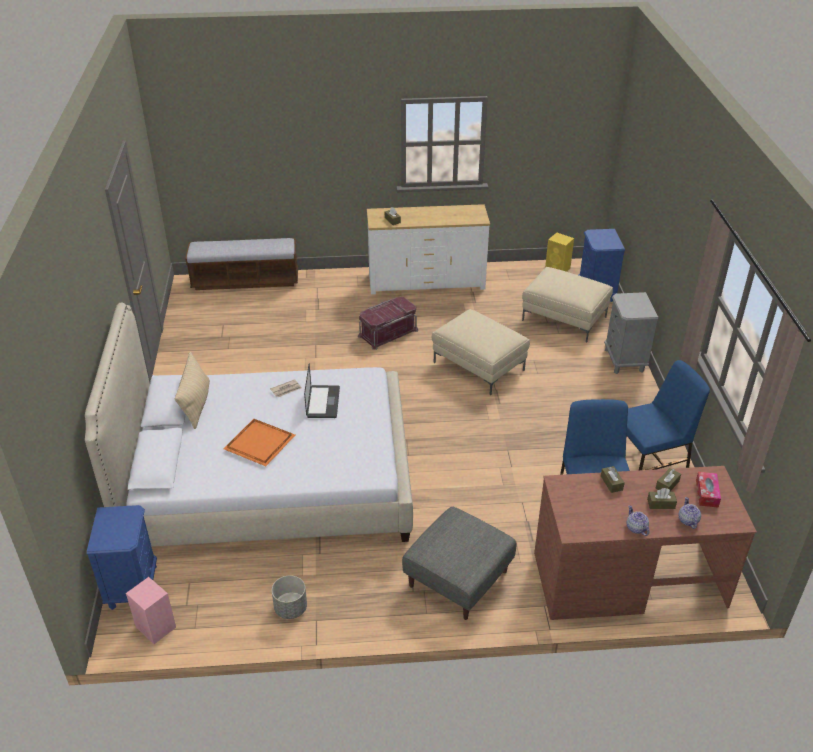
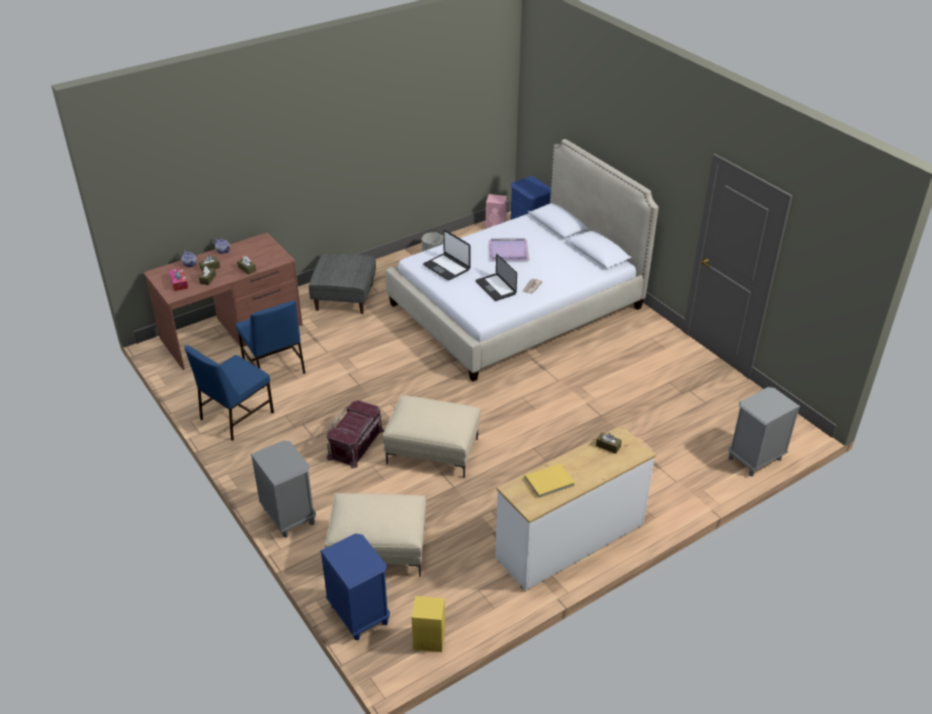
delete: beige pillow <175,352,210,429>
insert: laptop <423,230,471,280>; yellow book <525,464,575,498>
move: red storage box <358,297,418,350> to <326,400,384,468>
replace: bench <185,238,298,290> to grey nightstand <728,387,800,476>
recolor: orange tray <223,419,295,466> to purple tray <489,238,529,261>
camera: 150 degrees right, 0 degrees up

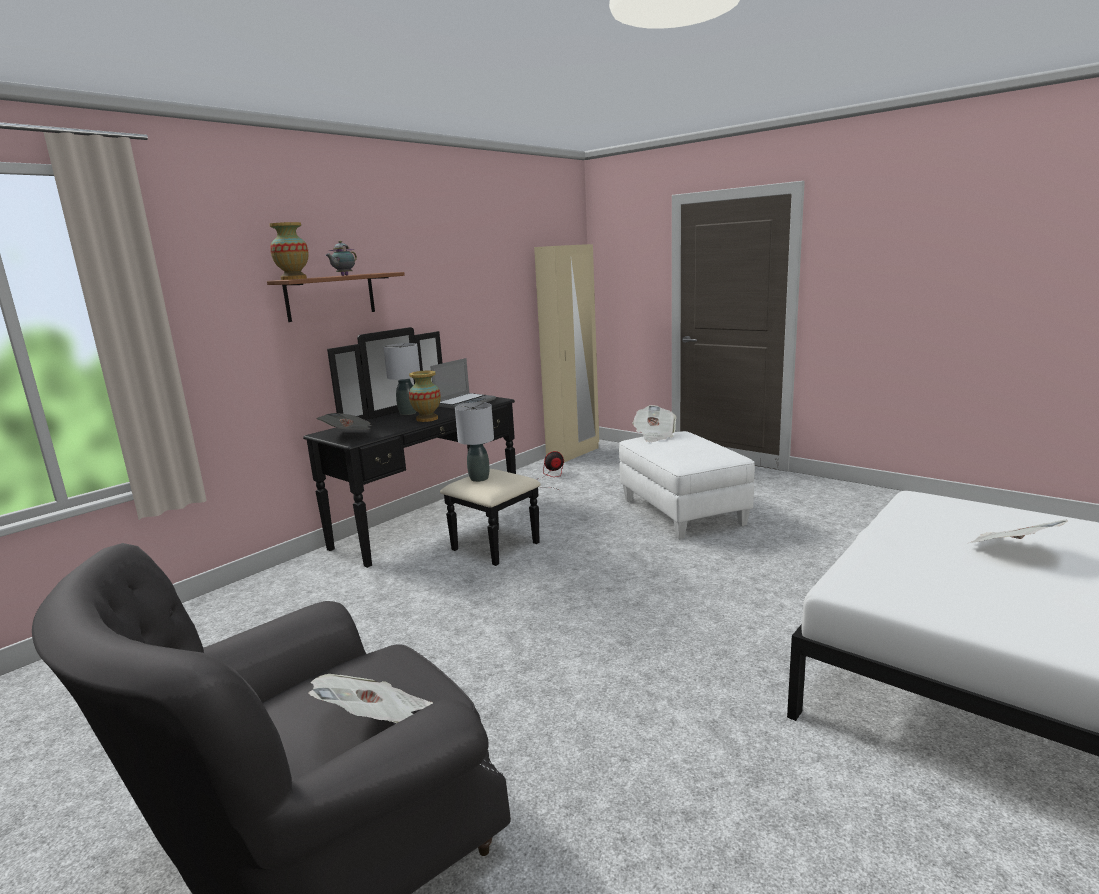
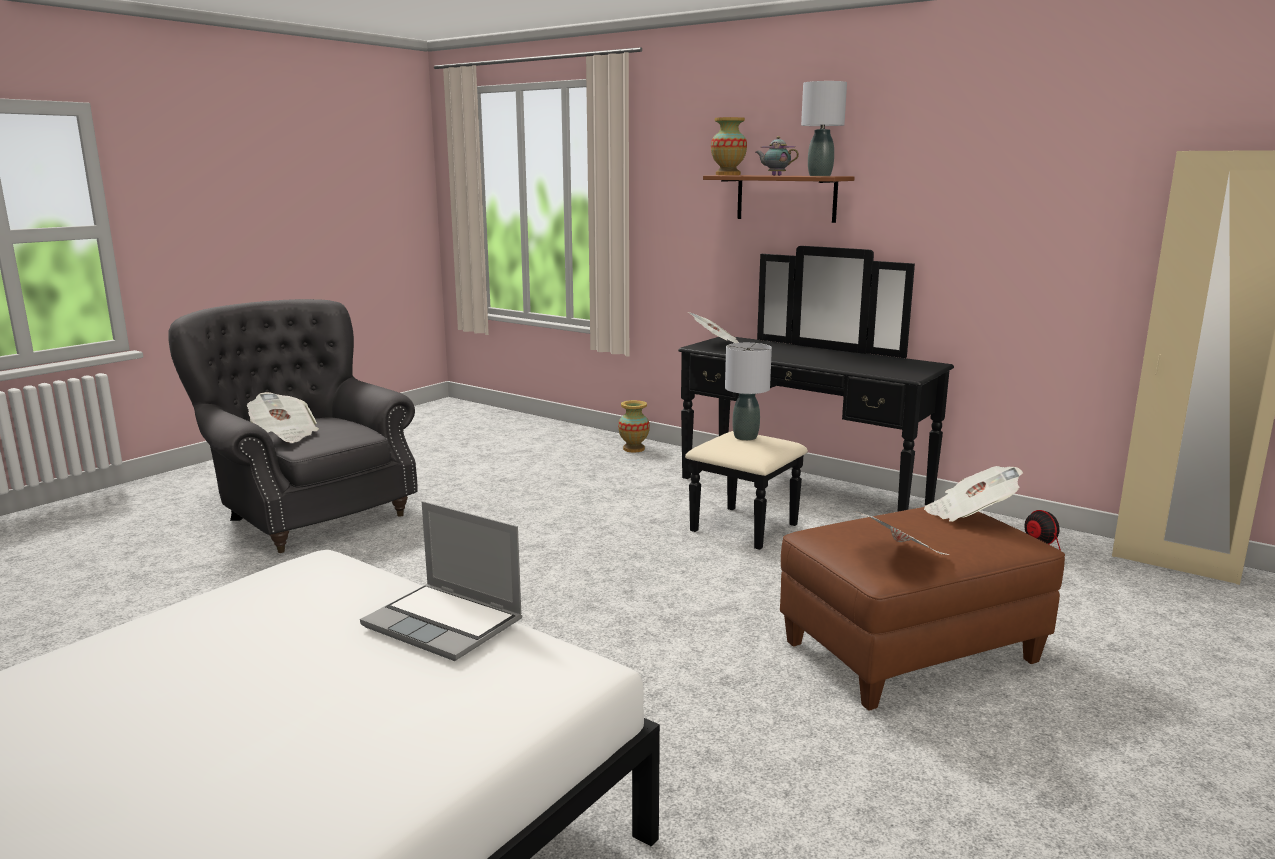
move: grey table lamp <383,343,420,415> to <801,81,847,176>; vase <409,371,441,422> to <618,400,650,452>; laptop <430,358,496,409> to <360,501,522,661>; newspaper <970,519,1068,543> to <857,512,949,555>
recolor: white ottoman <619,431,755,540> to brown ottoman <780,507,1065,711>
camera: 85 degrees right, 0 degrees up

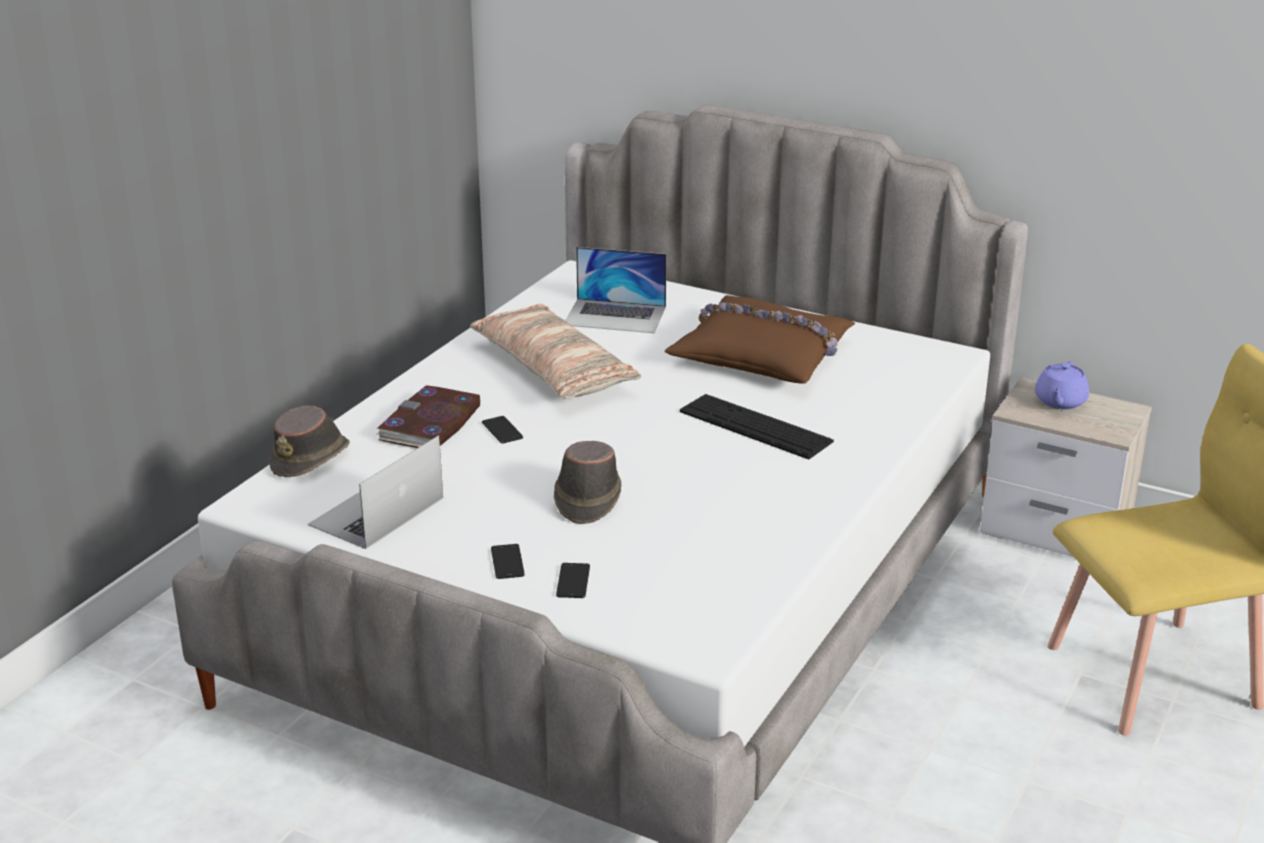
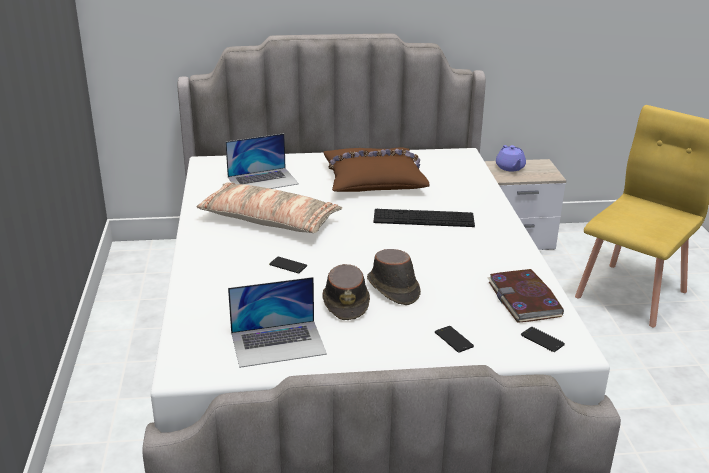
move: brown hat <269,406,350,477> to <322,264,370,320>; book <377,385,480,448> to <488,269,564,323>; phone <491,544,525,579> to <521,327,565,352>
rotate: laptop <308,435,443,549> = <228,277,327,368> 105 degrees counterclockwise
camera: 35 degrees left, 0 degrees up

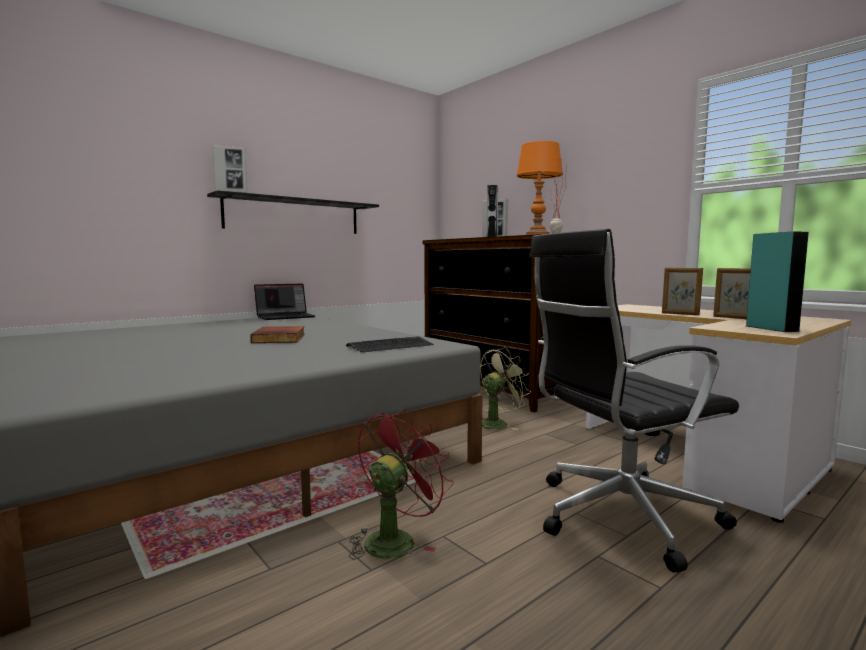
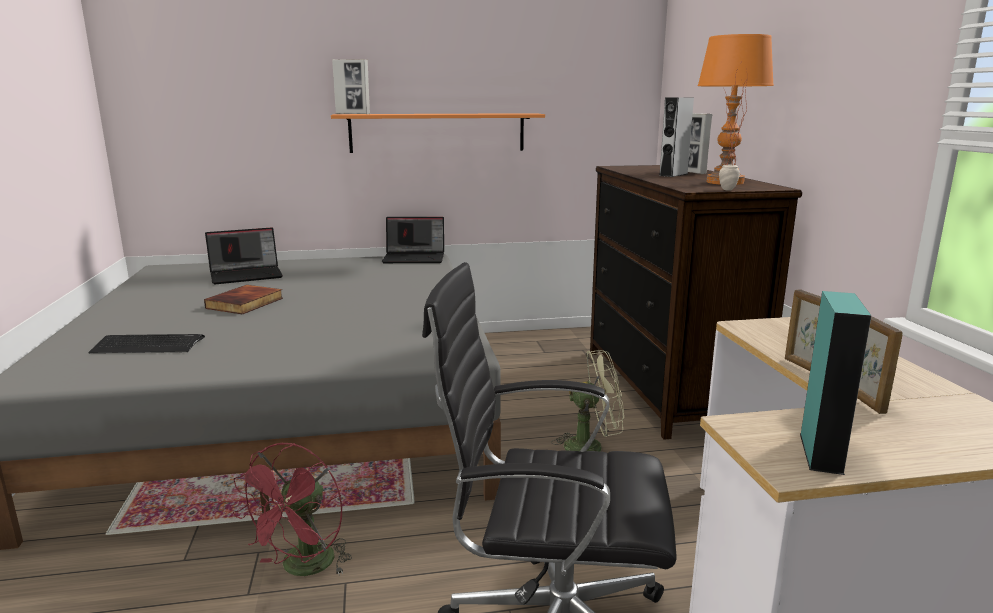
insert: laptop <205,227,283,284>
move: book <250,326,305,343> to <204,285,283,314>; keyboard <346,337,434,353> to <88,334,205,354>
recolor: black shelf <207,190,379,234> to orange shelf <331,113,545,153>
rotate: red fan <349,409,454,560> = <233,443,352,576> 135 degrees clockwise
camera: 30 degrees right, 10 degrees up

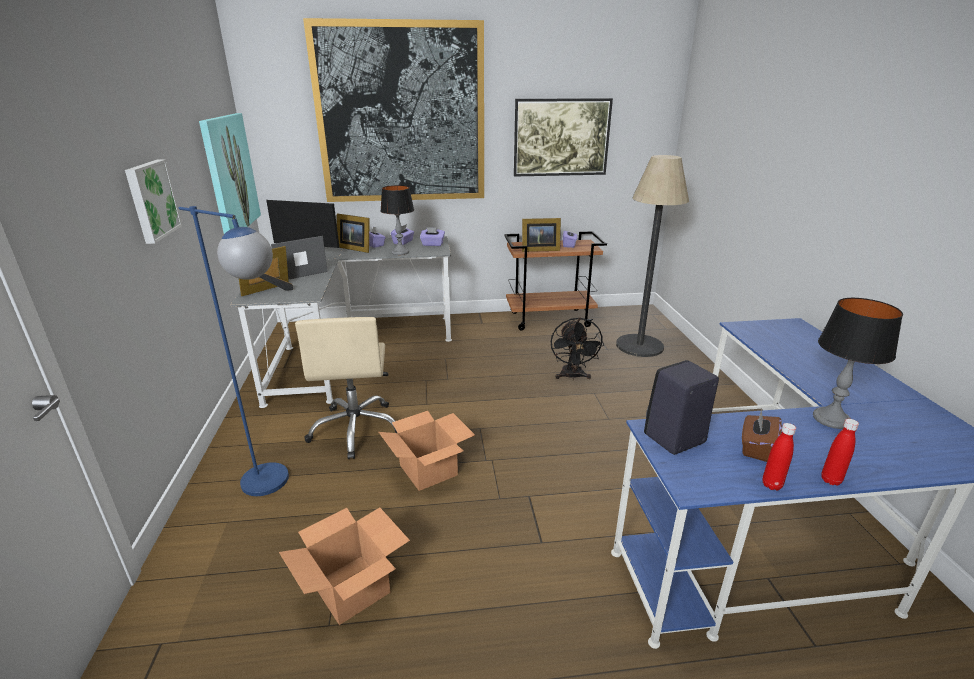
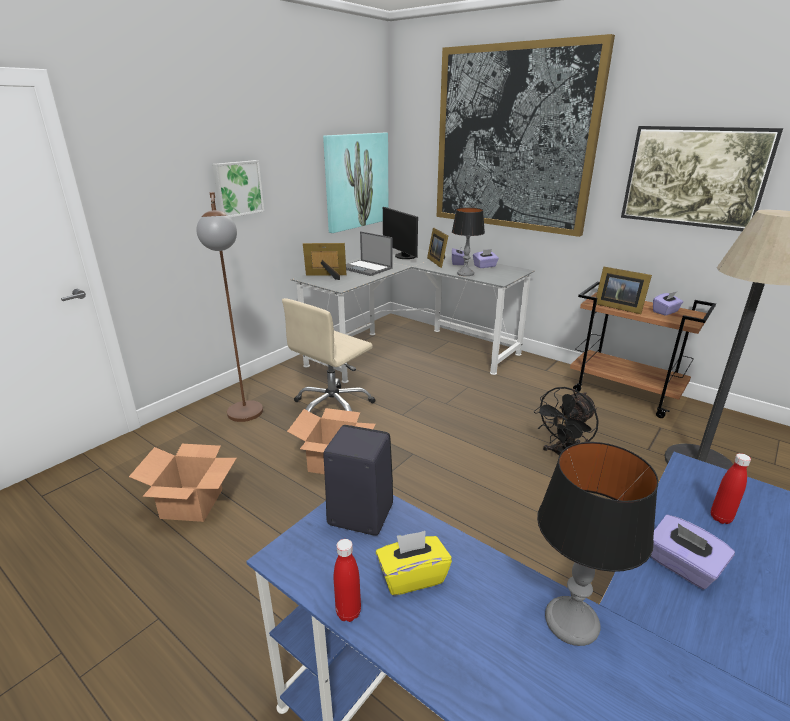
move: purple tissue box <420,227,445,246> to <651,515,735,589>; red bottle <821,419,859,486> to <711,453,751,524>
recolor: blue floor lamp <179,206,289,496> to brown floor lamp <196,192,263,422>; brown tissue box <742,409,782,462> to yellow tissue box <376,531,452,596>
rotate: laptop <271,236,328,280> = <346,231,392,276> 150 degrees counterclockwise
camera: 45 degrees right, 0 degrees up

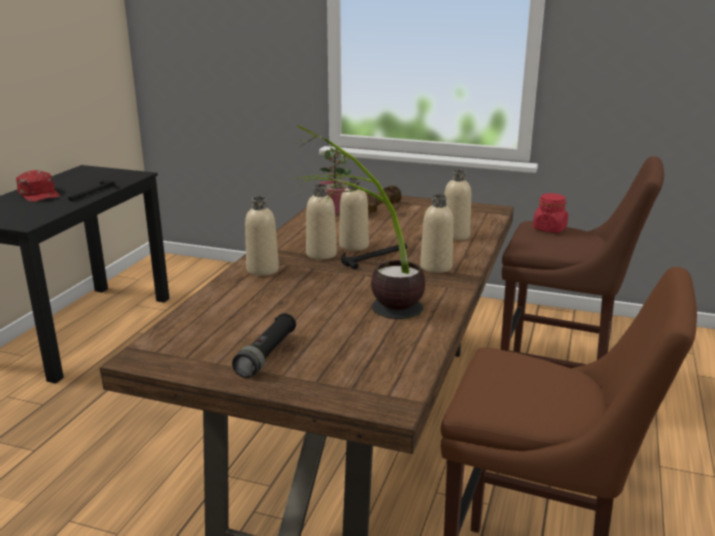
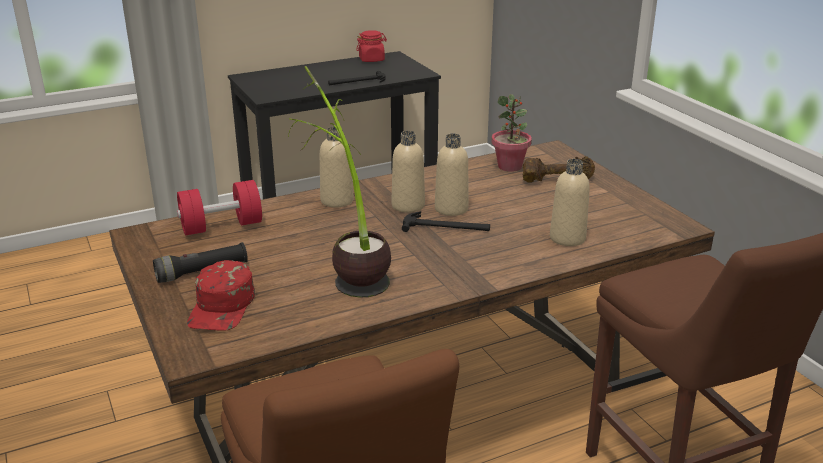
delete: beige bottle <420,194,453,273>
insert: red dumbbell <177,180,262,235>
move: red cap <16,170,60,202> to <187,260,255,330>; red jar <533,193,568,233> to <356,30,387,62>
camera: 45 degrees right, 5 degrees up

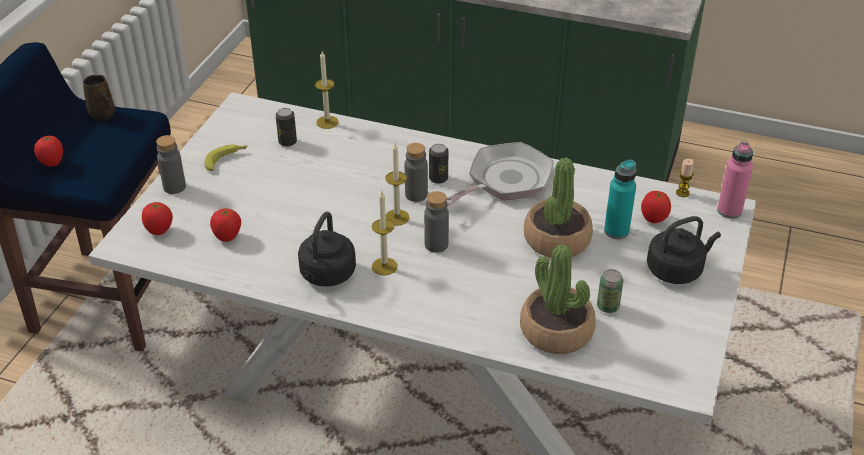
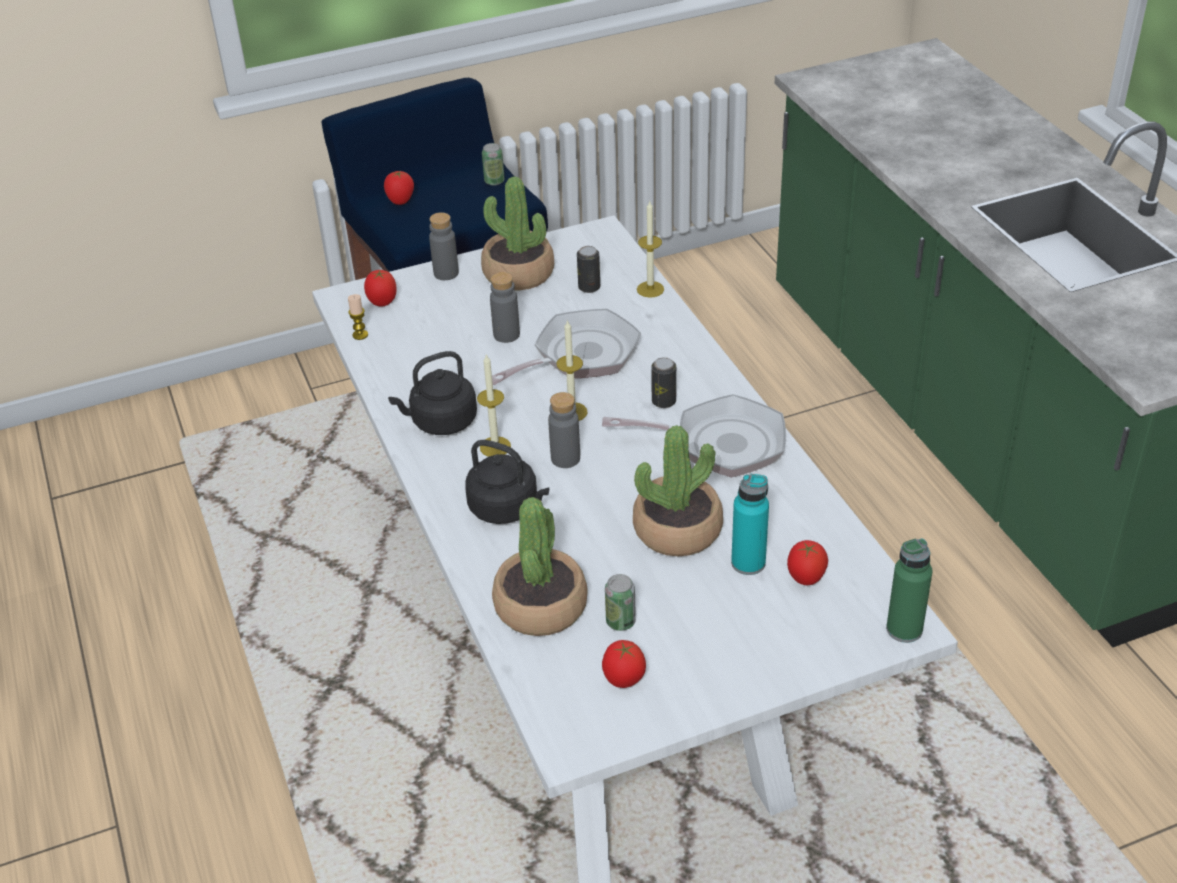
insert: frying pan <492,309,641,385>
move: tomato <210,208,241,242> to <602,640,646,688>; grey bottle <405,143,428,202> to <490,272,520,343>; black kettle <647,216,721,284> to <465,440,549,524>; candle <676,159,694,197> to <348,294,368,340>
replace: brown mug <83,75,115,121> to can <482,143,505,186>; banana <205,145,248,171> to potted plant <481,176,554,290>
recolor: pink bottle <717,141,753,219> to green bottle <886,538,933,643>
camera: 50 degrees right, 0 degrees up

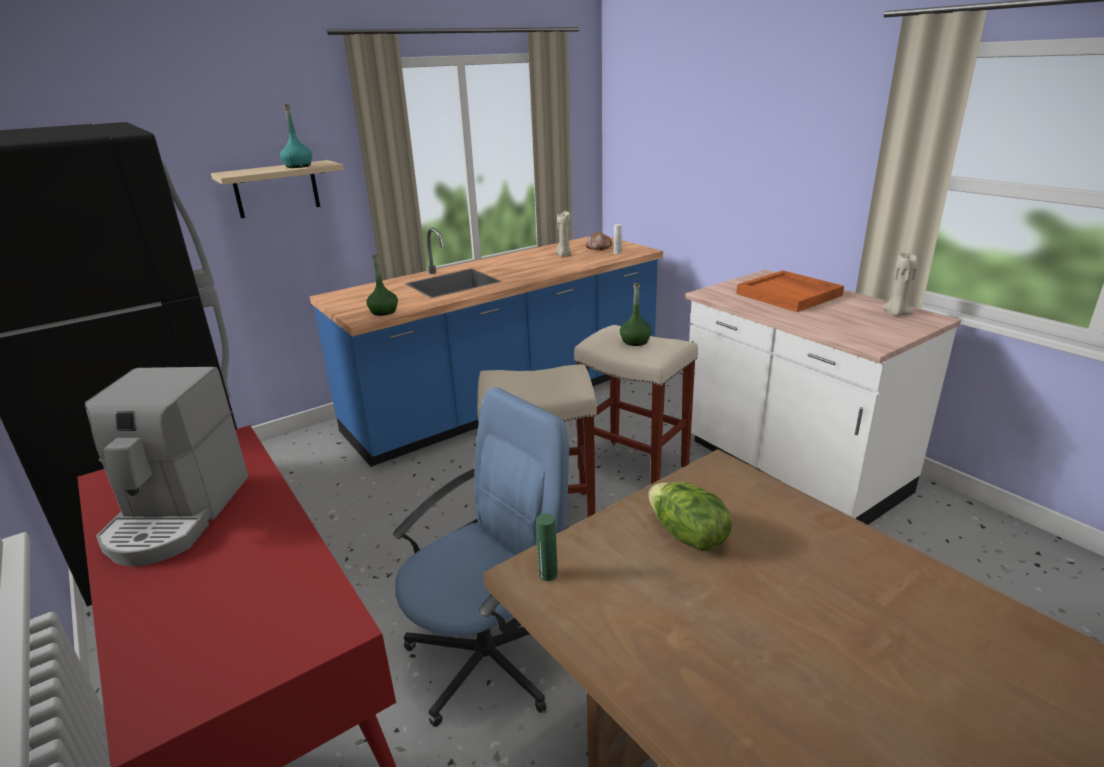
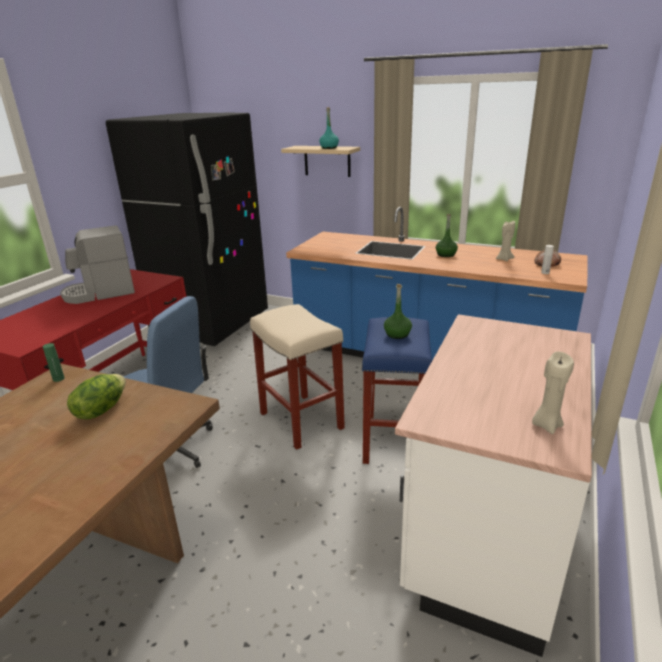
delete: orange tray <737,270,844,312>
move: green bottle <366,254,398,316> to <436,214,458,257>
recolor: beige stool <574,325,698,484> to blue stool <362,317,432,464>
camera: 60 degrees right, 0 degrees up

